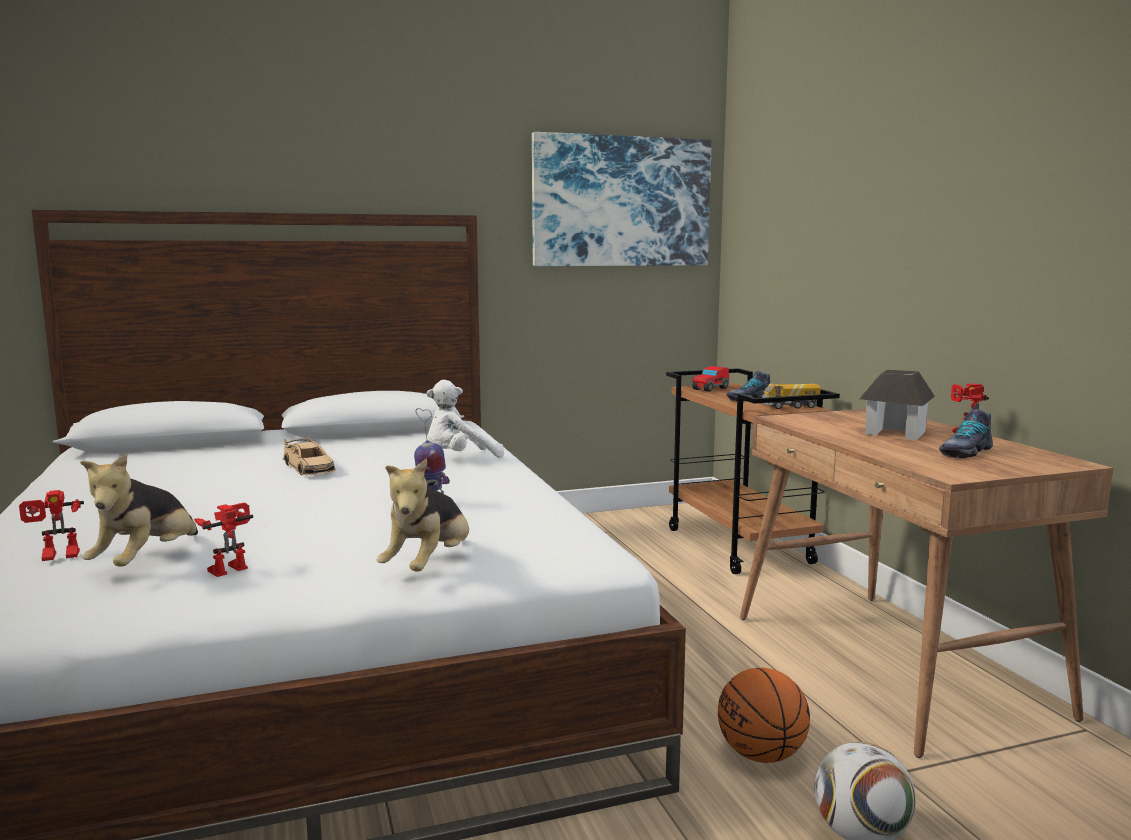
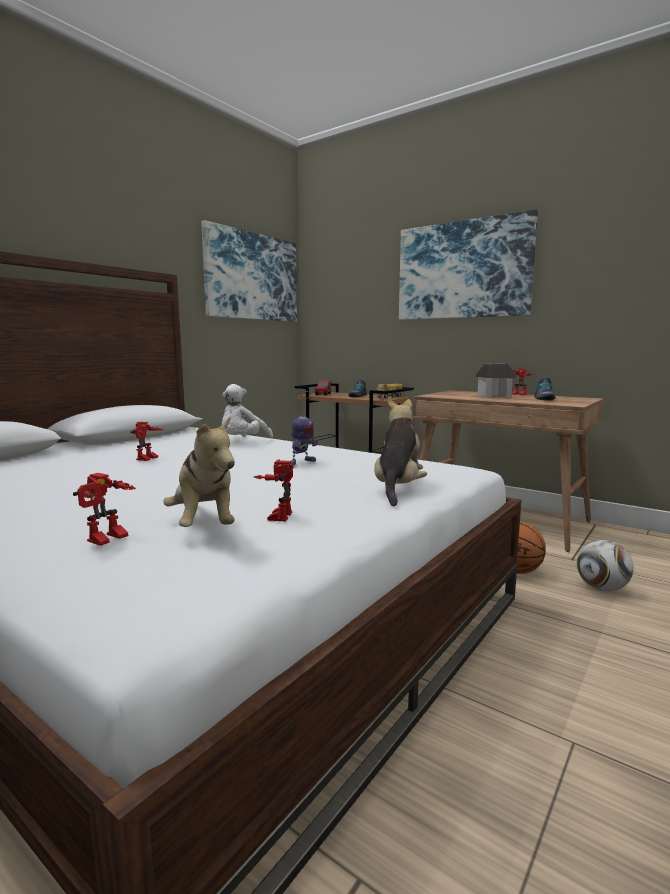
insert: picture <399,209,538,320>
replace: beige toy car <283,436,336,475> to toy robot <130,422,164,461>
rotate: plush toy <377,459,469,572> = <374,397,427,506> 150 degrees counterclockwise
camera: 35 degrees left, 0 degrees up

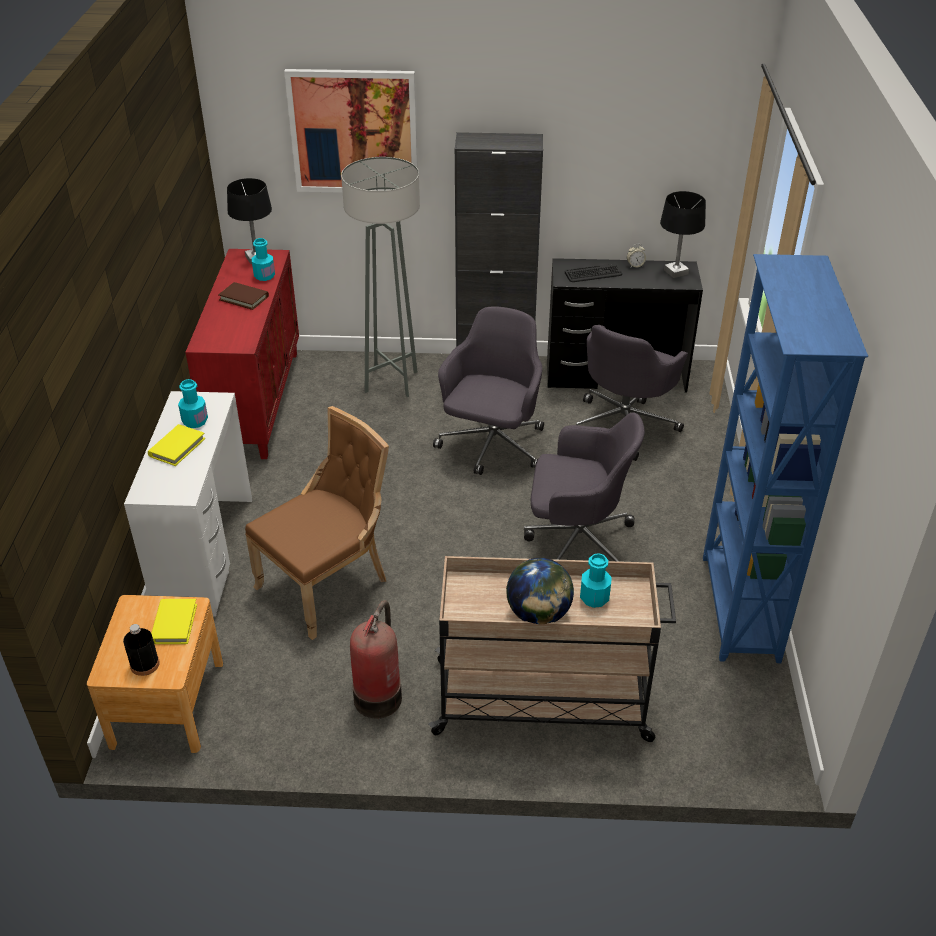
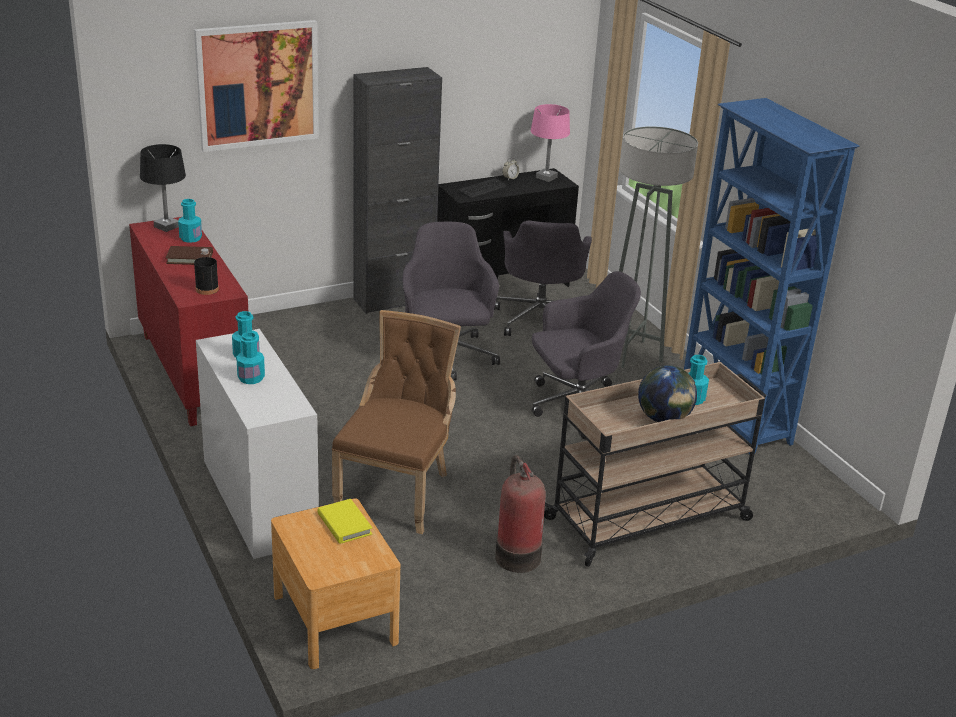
move: black bottle <123,624,160,676> to <194,248,219,295>; grey floor lamp <341,157,420,397> to <619,127,698,368>
replace: yellow book <148,424,205,466> to turquoise bottle <236,332,265,384>
recolor: black table lamp <660,191,706,278> to pink table lamp <531,104,570,182>
camera: 30 degrees left, 10 degrees down

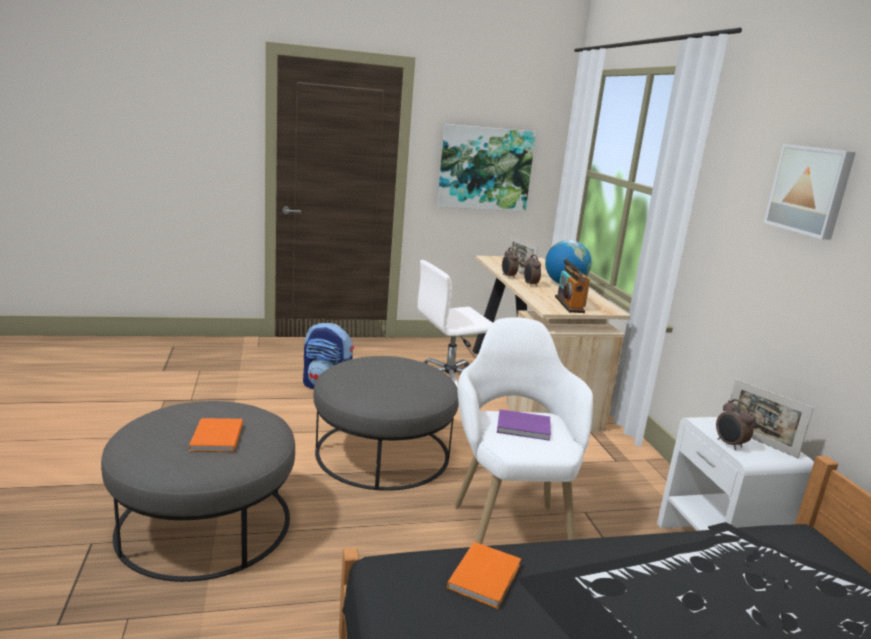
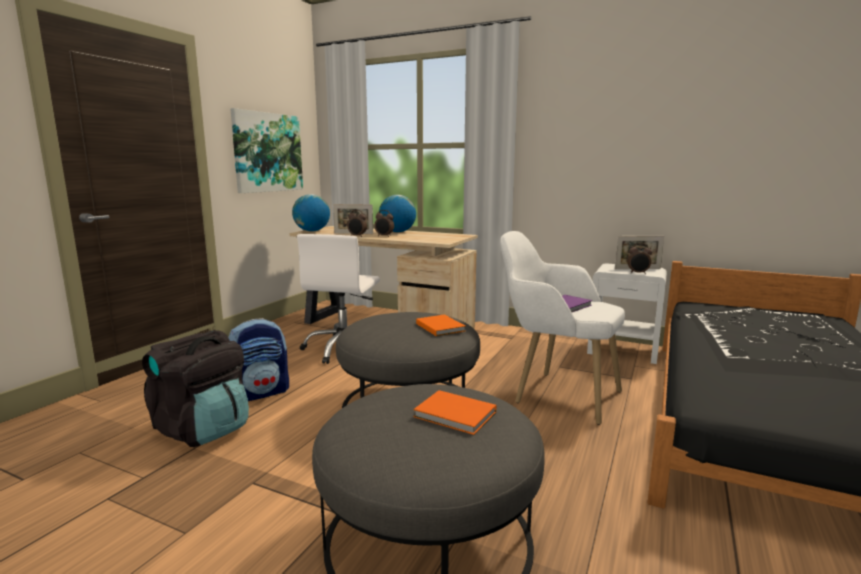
delete: radio <555,259,590,313>; picture <764,144,856,240>
insert: black backpack <142,330,249,447>; globe <292,194,330,231>
move: orange book <447,542,521,609> to <416,315,465,336>
camera: 50 degrees left, 5 degrees down

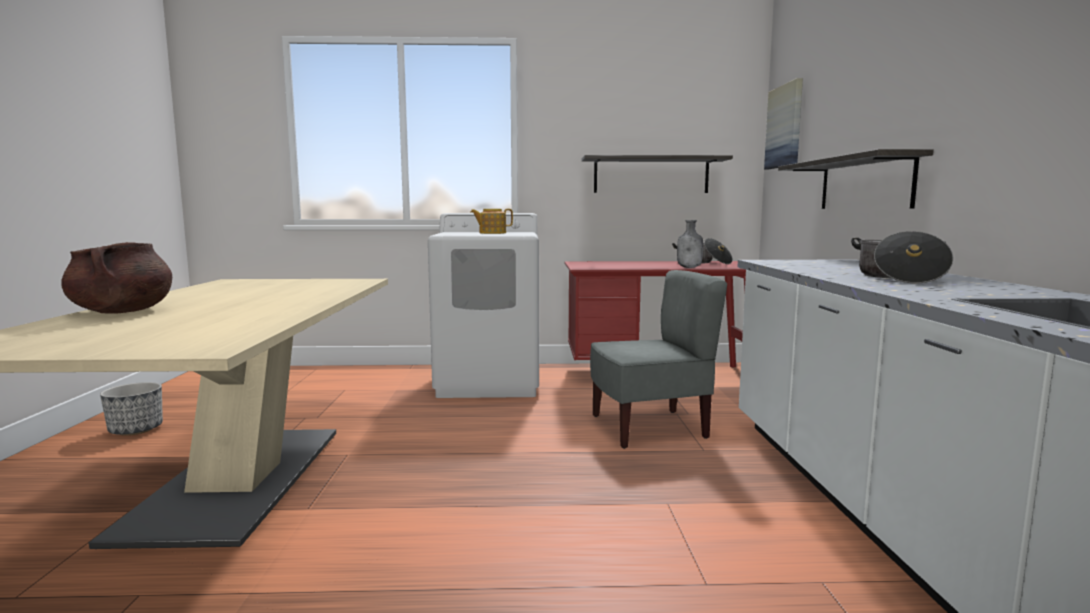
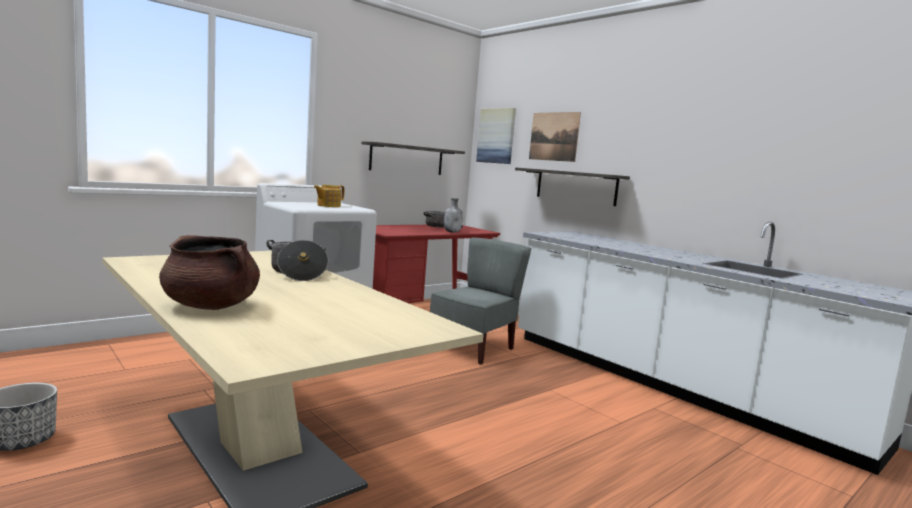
insert: picture <529,112,581,162>
move: cooking pot <851,231,954,283> to <267,240,328,281>
camera: 40 degrees left, 0 degrees up

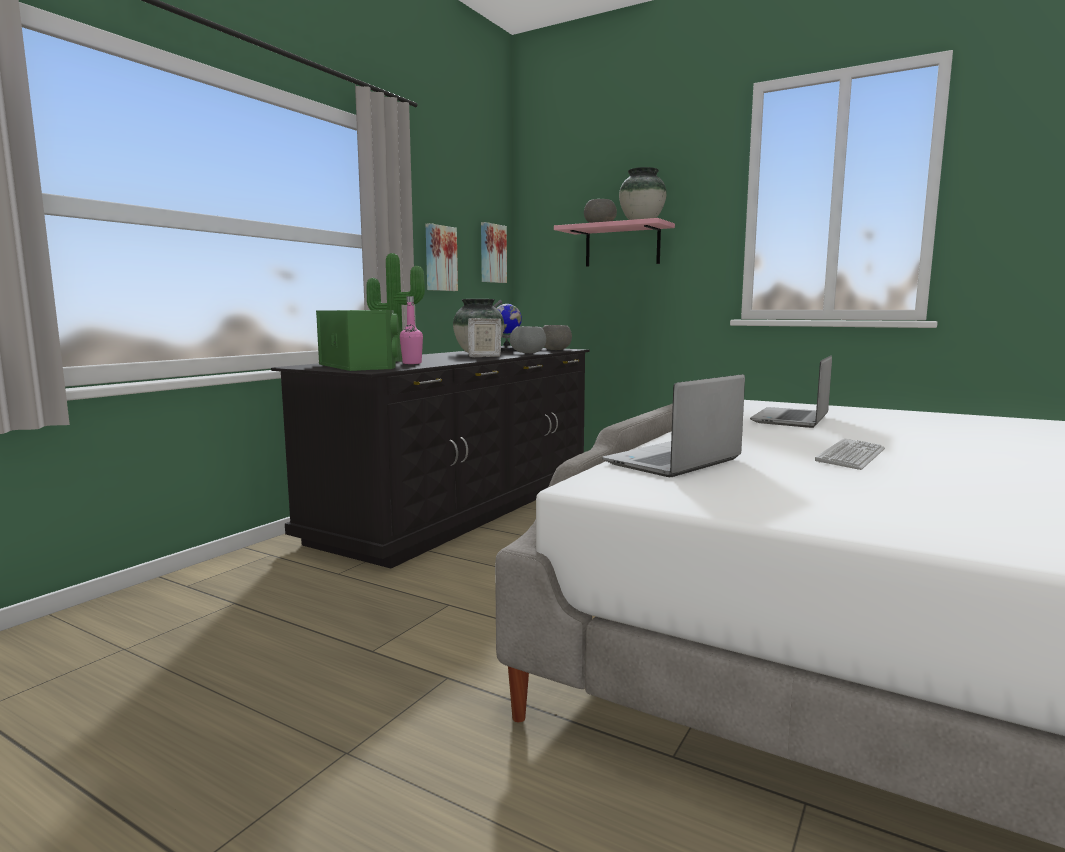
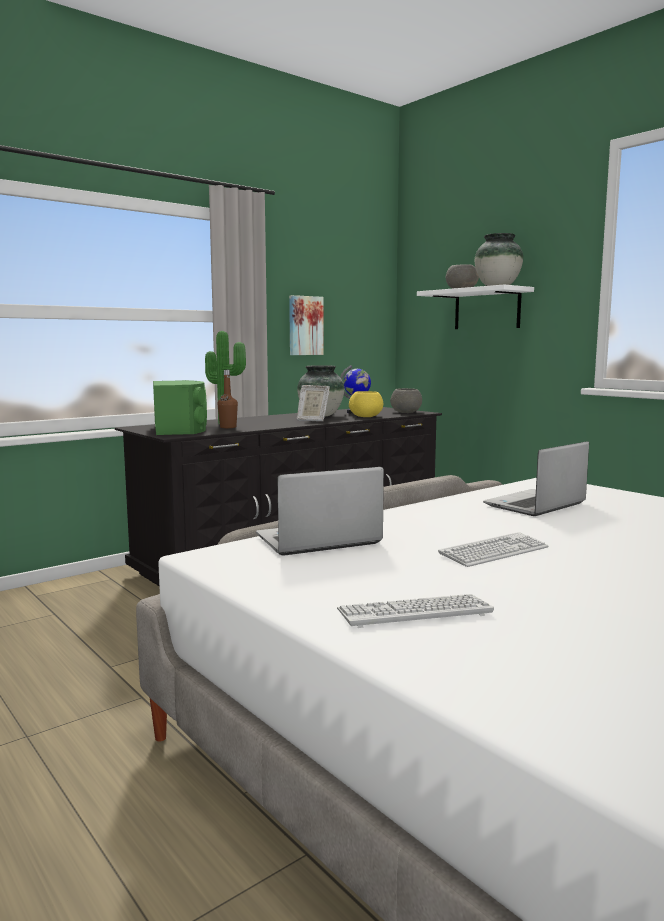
delete: picture <481,222,507,283>
insert: keyboard <337,594,494,628>
recolor: pink bottle <400,296,423,364> to brown bottle <218,370,238,428>; grey bowl <510,326,546,353> to yellow bowl <349,391,383,417>; pink shelf <554,218,675,267> to white shelf <417,285,534,329>
camera: 20 degrees right, 0 degrees up

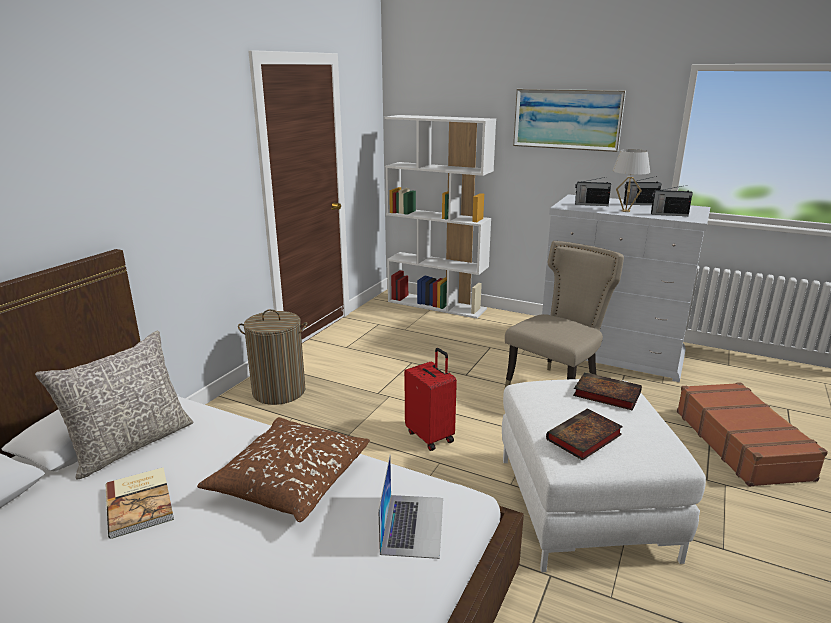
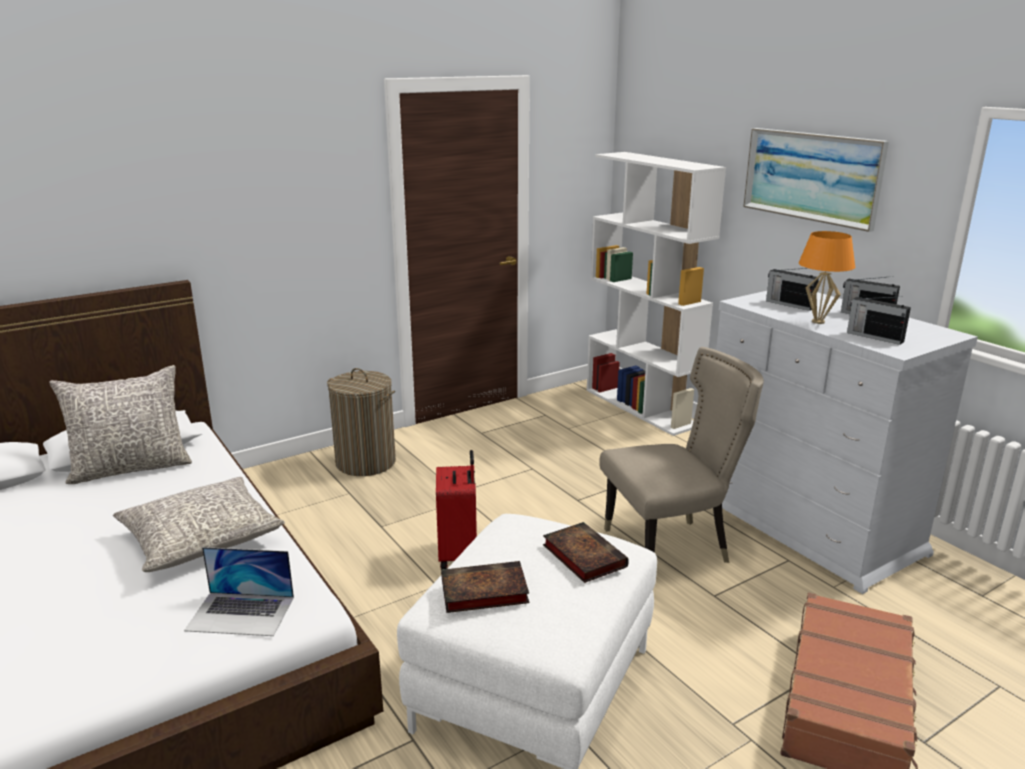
delete: book <106,467,174,539>
recolor: brown pillow <197,417,370,522> to grey pillow <113,477,285,572>; white table lamp <612,149,650,212> to orange table lamp <799,231,855,324>
rotate: laptop <378,456,443,559> = <184,547,294,636> 60 degrees clockwise
camera: 30 degrees right, 0 degrees up

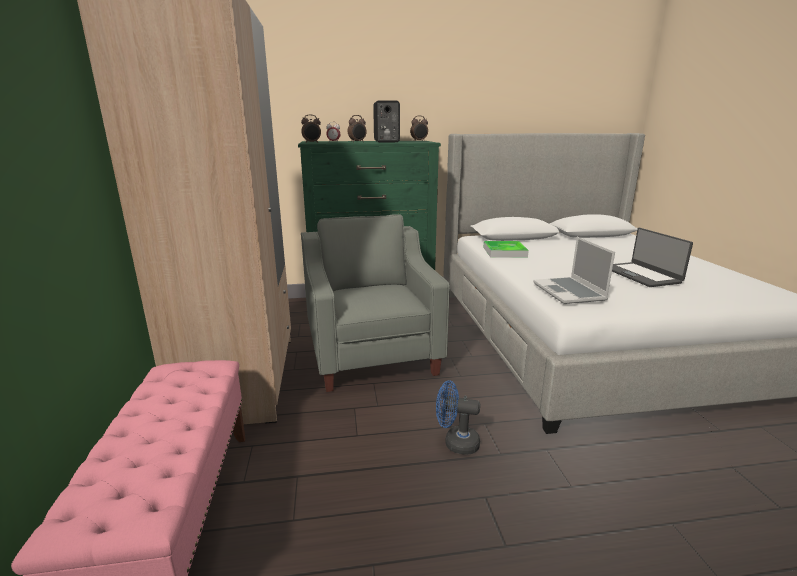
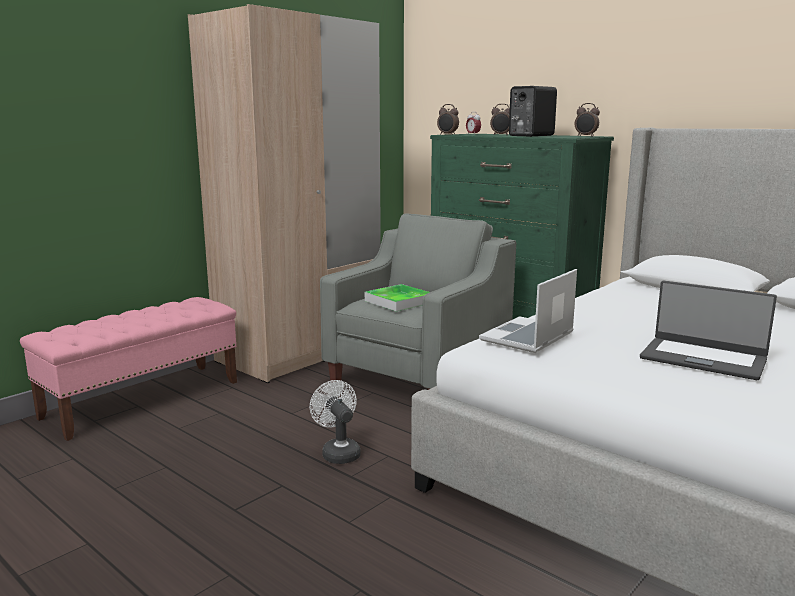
move: tray <483,241,529,258> to <365,284,430,312>
recolor: blue fan <436,380,480,455> to white fan <310,380,361,464>
rotate: laptop <612,228,693,287> = <640,281,777,380> 90 degrees counterclockwise
camera: 50 degrees right, 5 degrees down

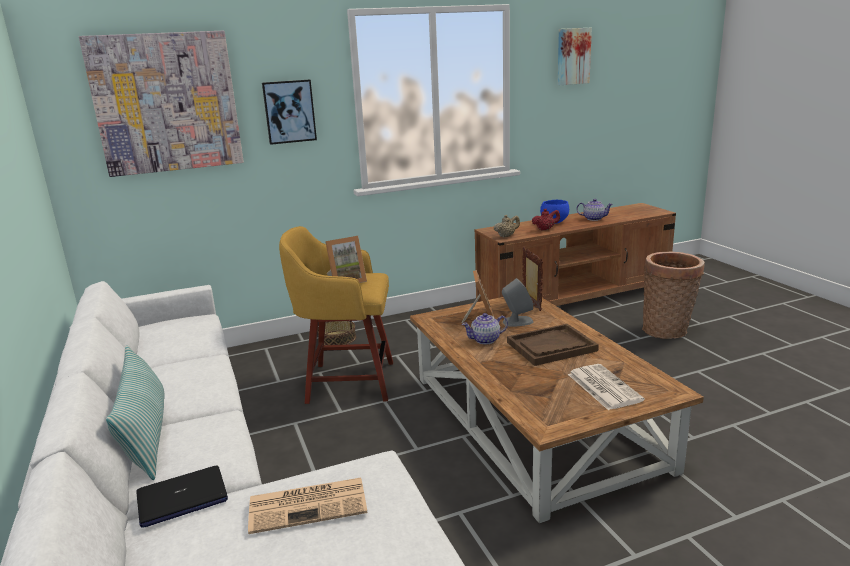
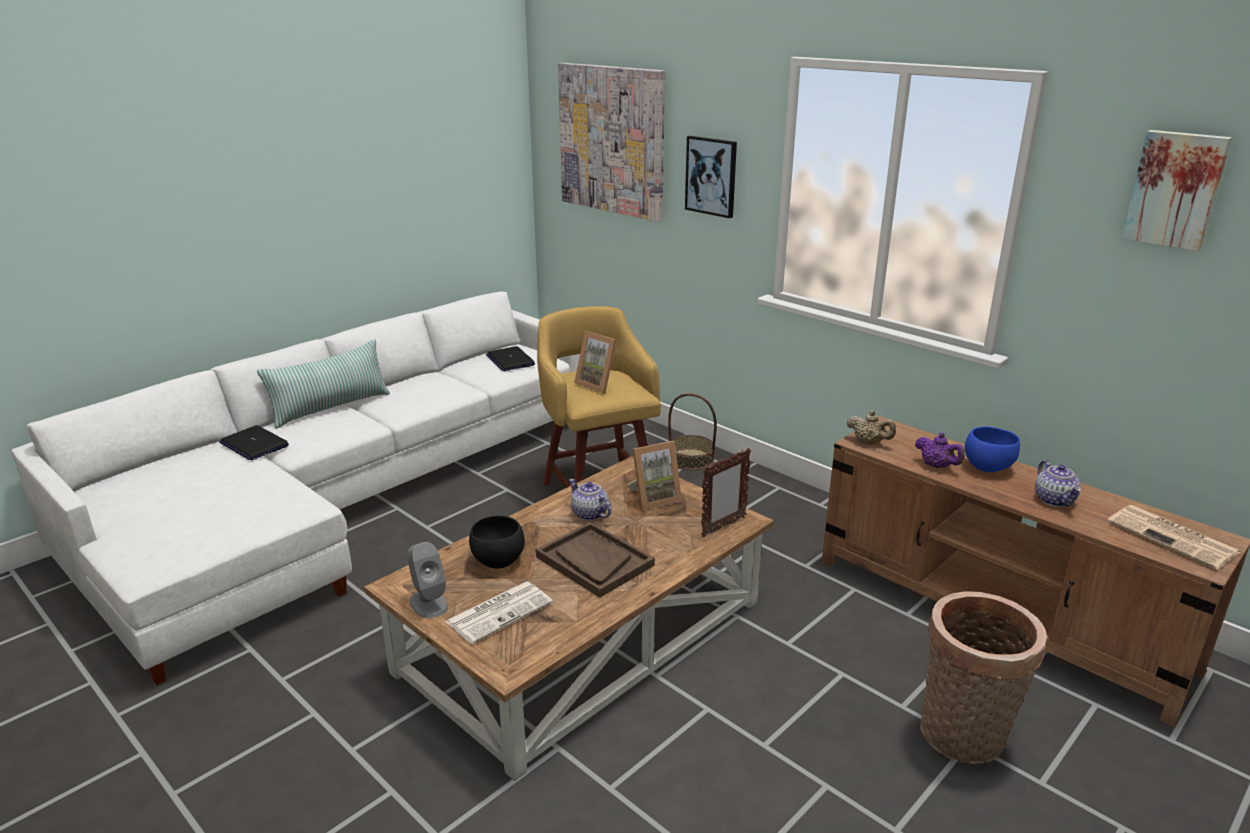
insert: black bowl <469,516,525,569>; laptop <486,346,535,371>
move: newspaper <248,478,368,534> to <1107,505,1241,570>; grey speaker <502,278,533,327> to <407,542,448,618>
recolor: red teapot <532,209,560,231> to purple teapot <915,432,965,468>
camera: 65 degrees right, 5 degrees up

